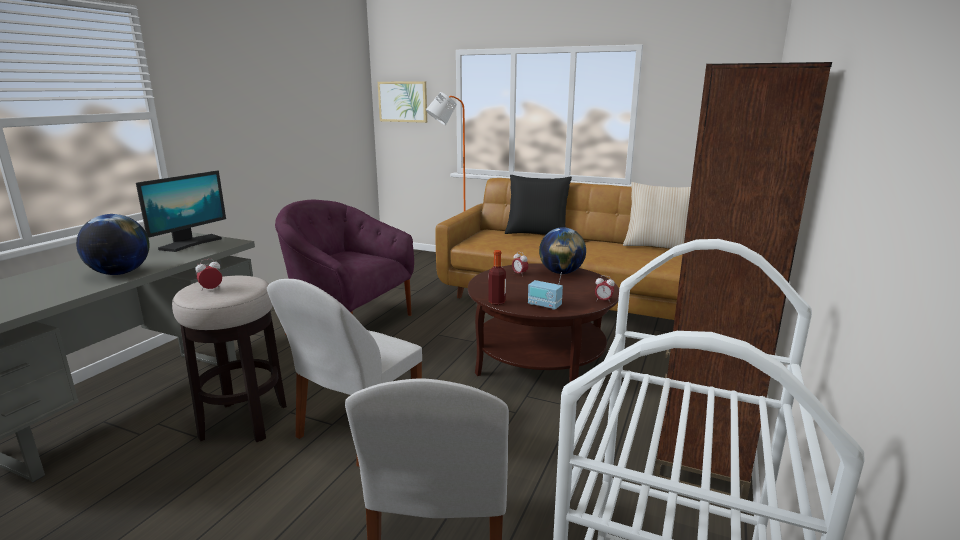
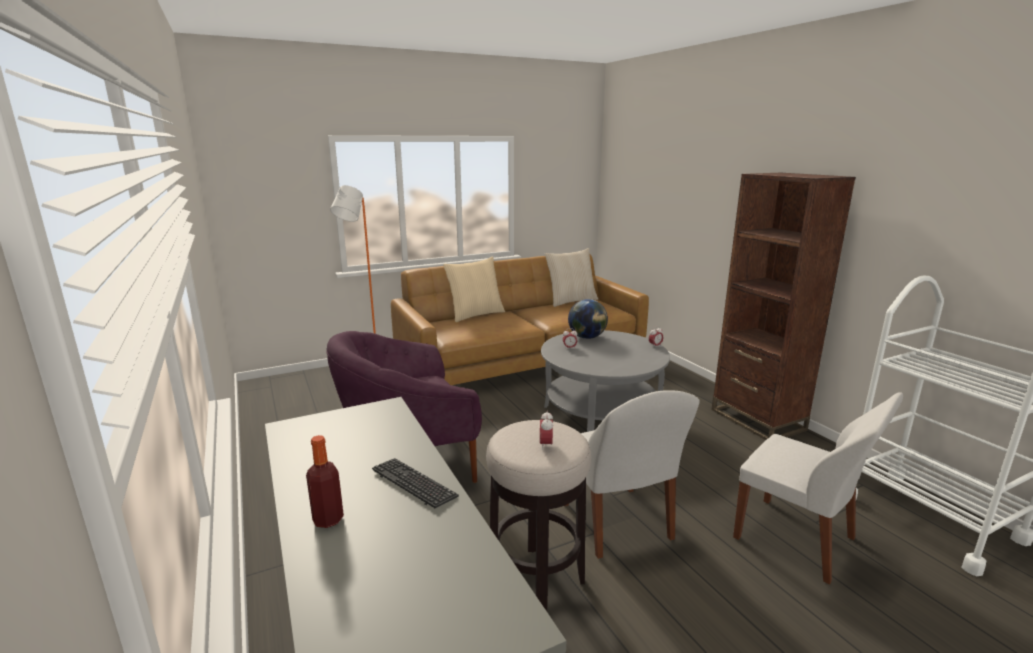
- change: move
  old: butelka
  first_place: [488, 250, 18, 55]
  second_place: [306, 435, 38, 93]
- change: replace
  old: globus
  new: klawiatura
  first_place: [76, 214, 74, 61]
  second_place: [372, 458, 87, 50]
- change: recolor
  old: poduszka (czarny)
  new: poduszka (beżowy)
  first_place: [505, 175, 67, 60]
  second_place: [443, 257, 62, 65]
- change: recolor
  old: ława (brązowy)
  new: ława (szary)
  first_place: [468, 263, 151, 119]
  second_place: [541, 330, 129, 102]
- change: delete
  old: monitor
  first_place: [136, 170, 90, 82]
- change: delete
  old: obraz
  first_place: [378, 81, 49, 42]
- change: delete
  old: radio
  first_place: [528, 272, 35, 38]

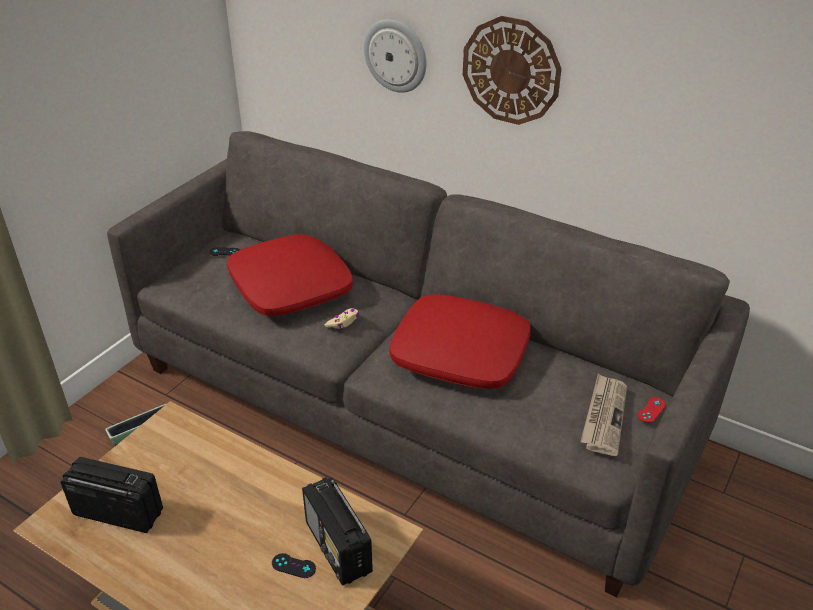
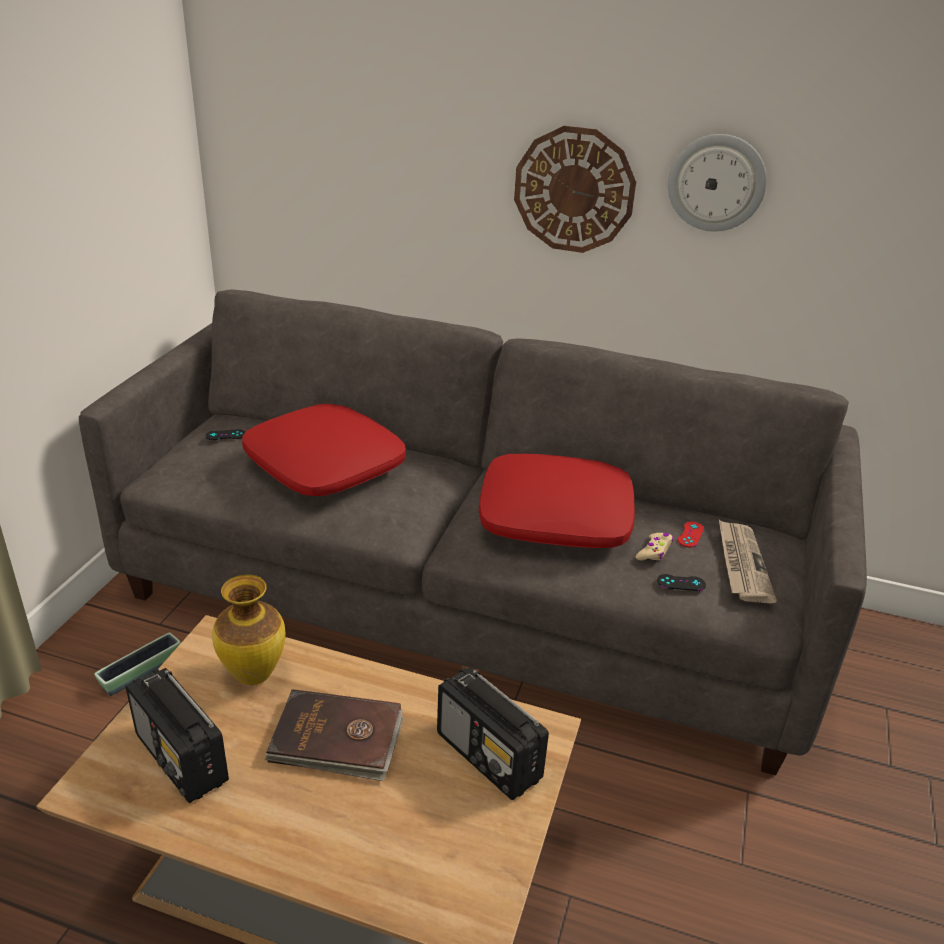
- change: rotate
  old: radio
  first_place: [61, 457, 102, 76]
  second_place: [125, 668, 104, 135]
  degrees: -135
- change: insert
  new: wazon
  second_place: [212, 574, 74, 111]
- change: insert
  new: książka (brązowy)
  second_place: [265, 689, 138, 92]
- change: move
  old: pad do gier (beżowy)
  first_place: [324, 308, 35, 21]
  second_place: [636, 533, 37, 27]
- change: move
  old: pad do gier (czarny)
  first_place: [272, 553, 44, 25]
  second_place: [657, 574, 49, 17]
- change: move
  old: zegar ścienny
  first_place: [364, 19, 63, 74]
  second_place: [668, 134, 99, 98]
- change: move
  old: pad do gier (czerwony)
  first_place: [638, 397, 28, 26]
  second_place: [678, 522, 26, 26]

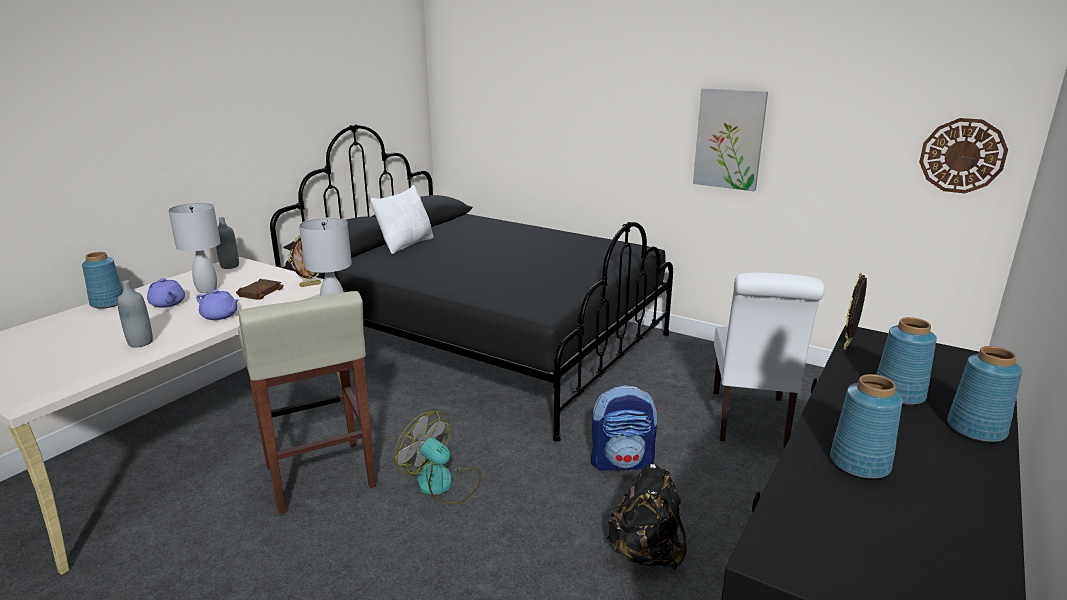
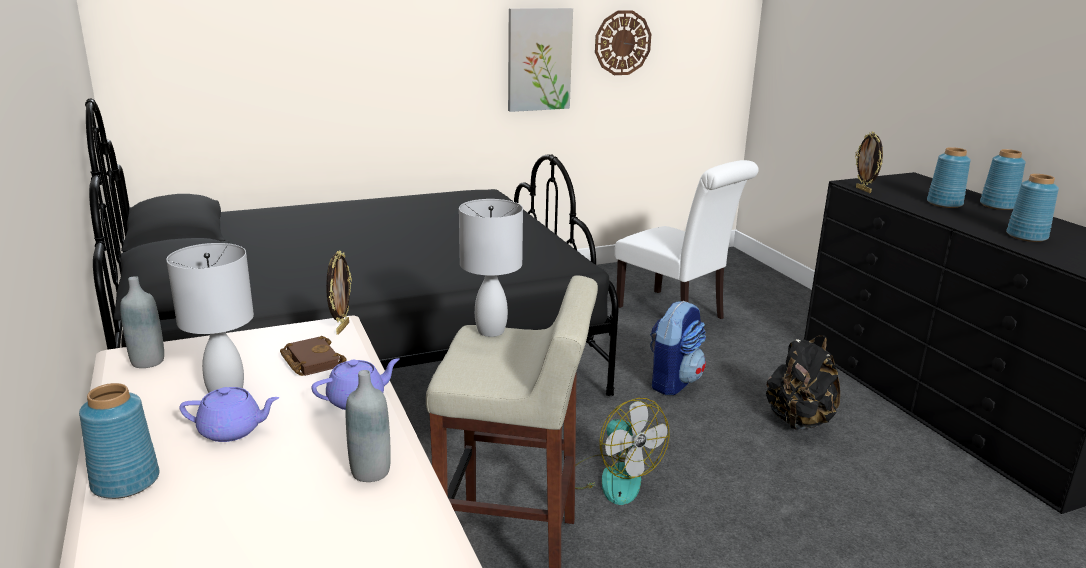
- change: rotate
  old: wentylator
  first_place: [394, 411, 87, 93]
  second_place: [575, 398, 94, 107]
  degrees: -105
- change: move
  old: zegar ścienny
  first_place: [919, 118, 89, 75]
  second_place: [595, 10, 56, 65]
- change: delete
  old: poduszka (biały)
  first_place: [370, 185, 63, 69]

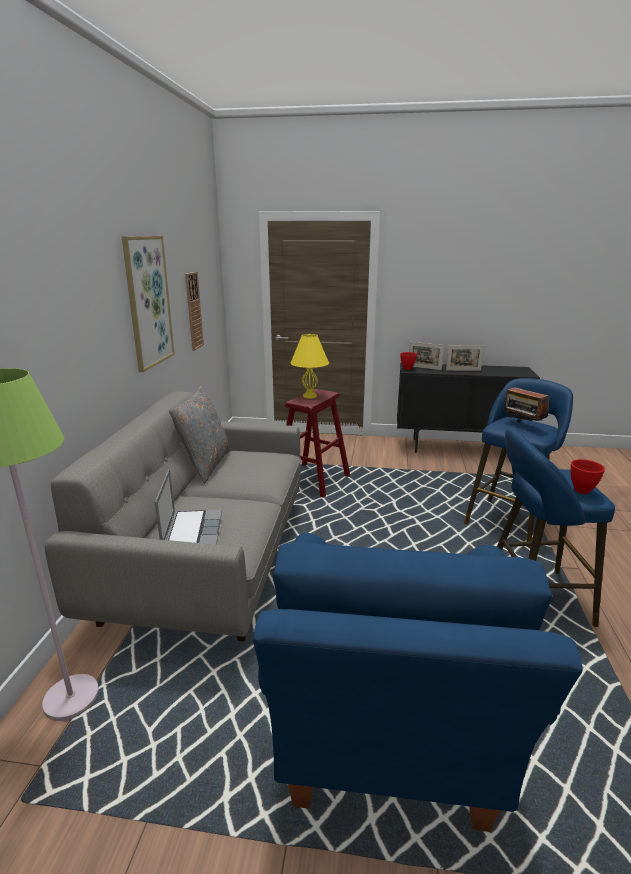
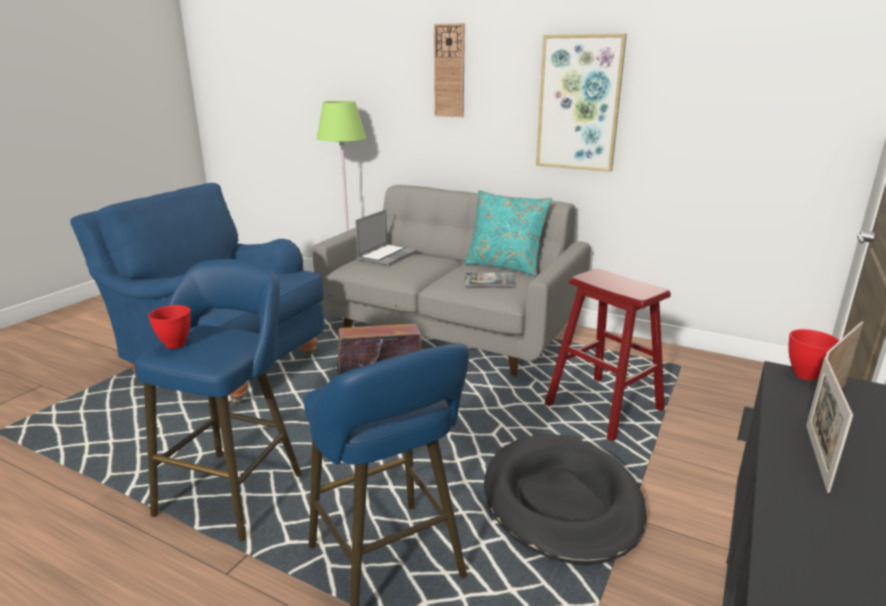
- change: rotate
  old: laptop
  first_place: [155, 469, 67, 76]
  second_place: [355, 209, 62, 57]
  degrees: -75
- change: move
  old: zegar ścienny
  first_place: [185, 272, 19, 79]
  second_place: [434, 23, 31, 94]
- change: recolor
  old: poduszka (szary)
  new: poduszka (turkusowy)
  first_place: [169, 386, 62, 98]
  second_place: [464, 190, 88, 86]
- change: insert
  new: książka
  second_place: [464, 272, 50, 15]
- change: insert
  new: legowisko (czarny)
  second_place: [484, 434, 163, 131]
- change: delete
  old: lampa stołowa (żółty)
  first_place: [291, 334, 38, 65]

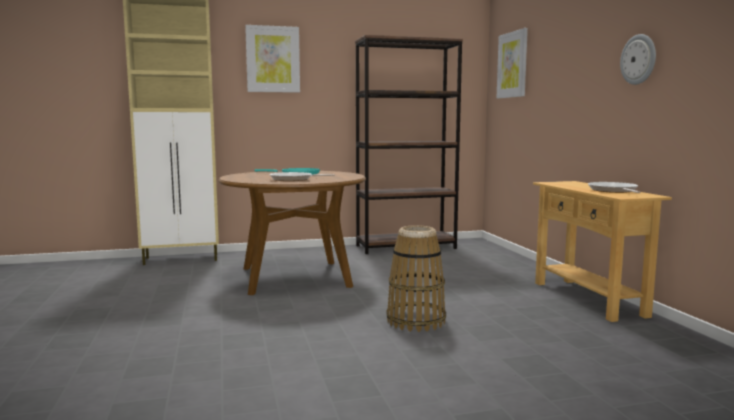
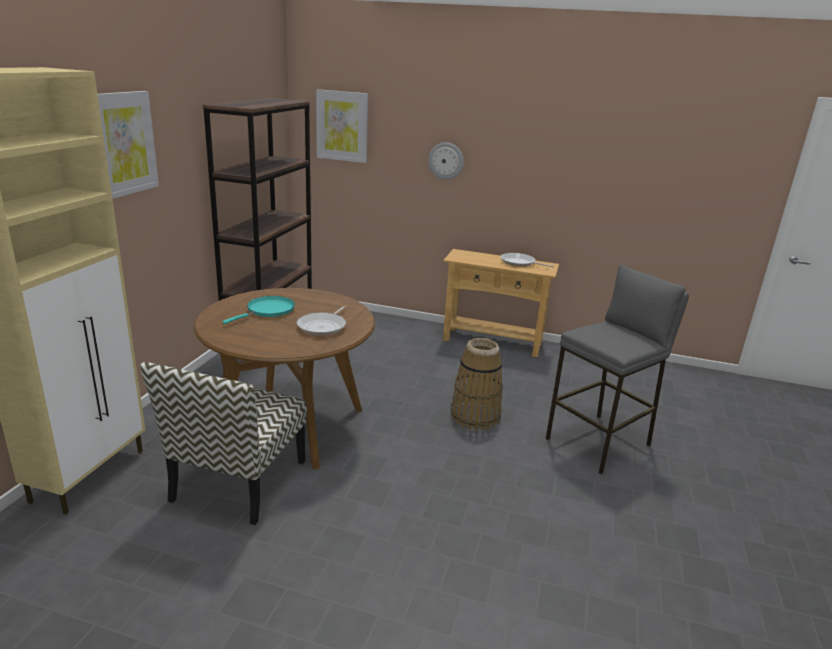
- change: insert
  new: krzesło
  second_place: [140, 362, 167, 163]
- change: move
  old: zegar ścienny
  first_place: [620, 34, 36, 51]
  second_place: [428, 142, 36, 38]
- change: insert
  new: stołek (szary)
  second_place: [546, 264, 143, 210]

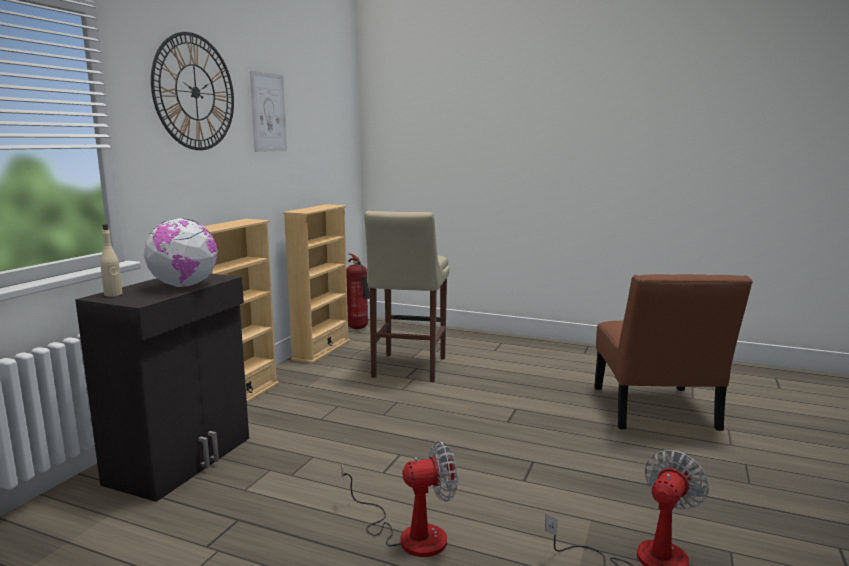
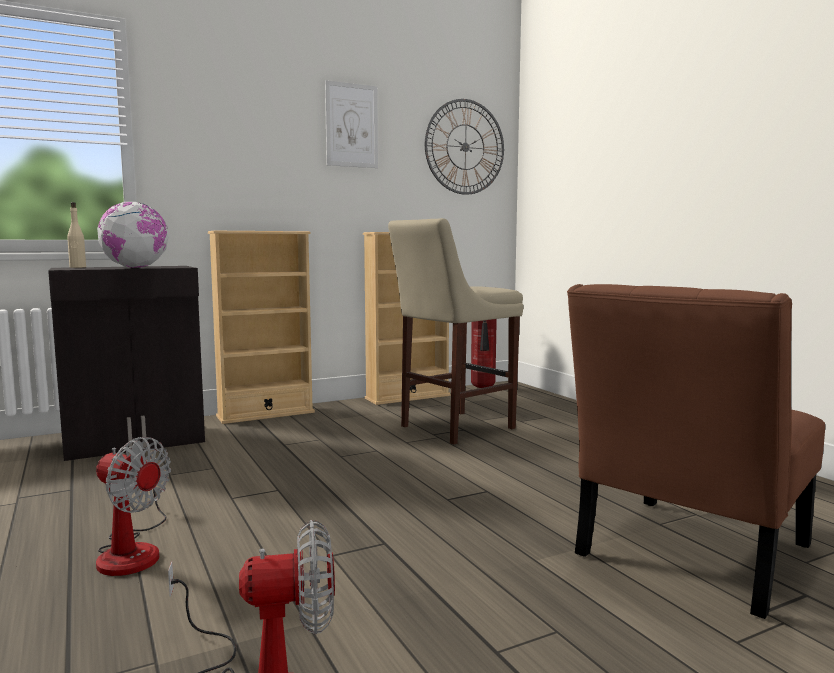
- change: move
  old: zegar ścienny
  first_place: [151, 32, 83, 118]
  second_place: [425, 99, 79, 96]

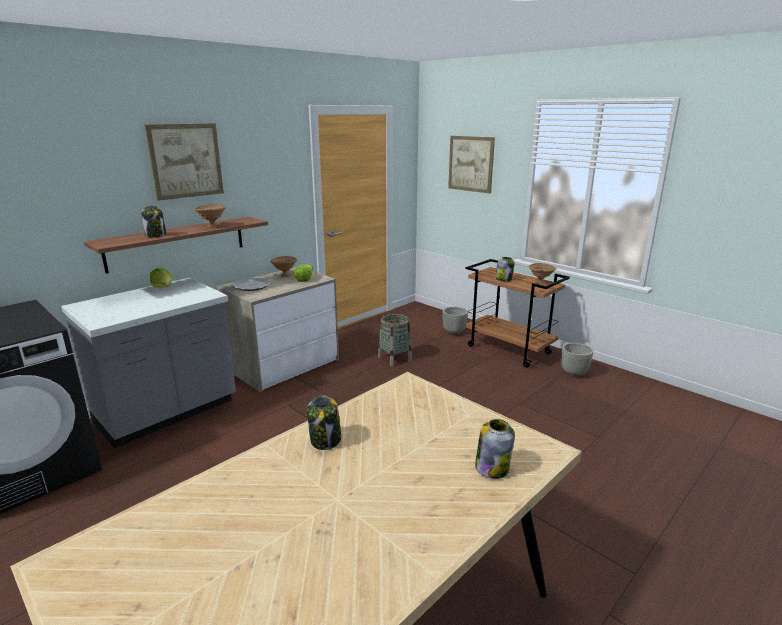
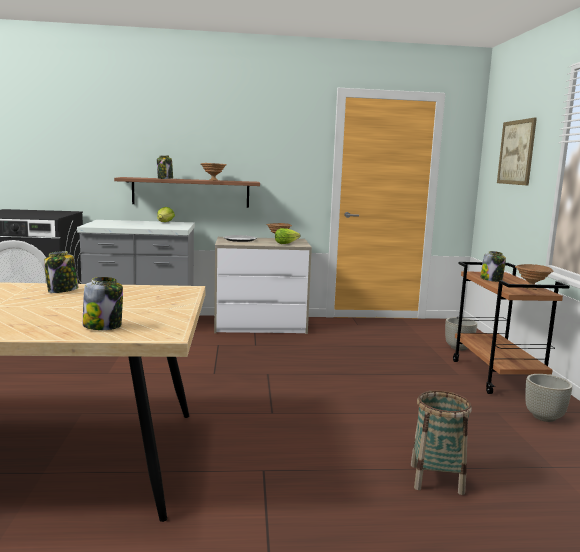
- change: move
  old: koszyk
  first_place: [378, 313, 34, 53]
  second_place: [411, 390, 61, 105]
- change: delete
  old: obraz
  first_place: [145, 123, 79, 78]

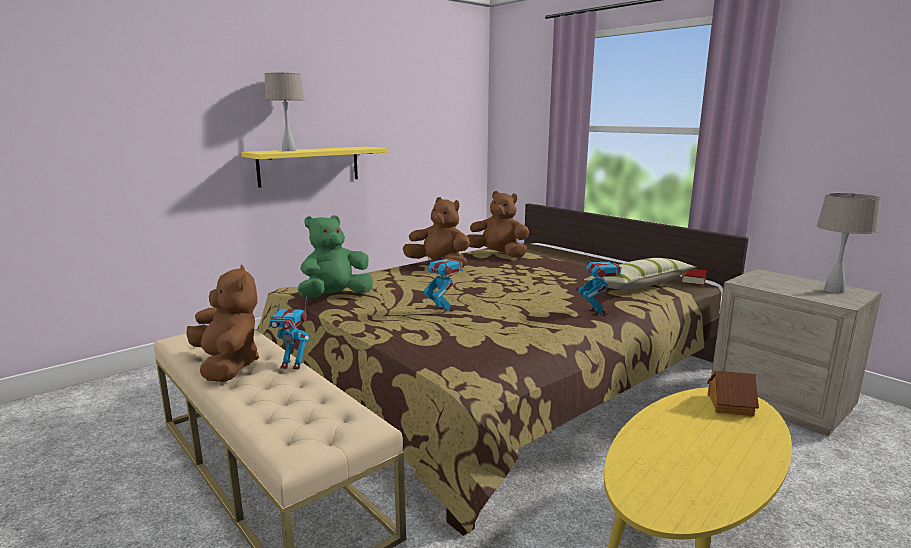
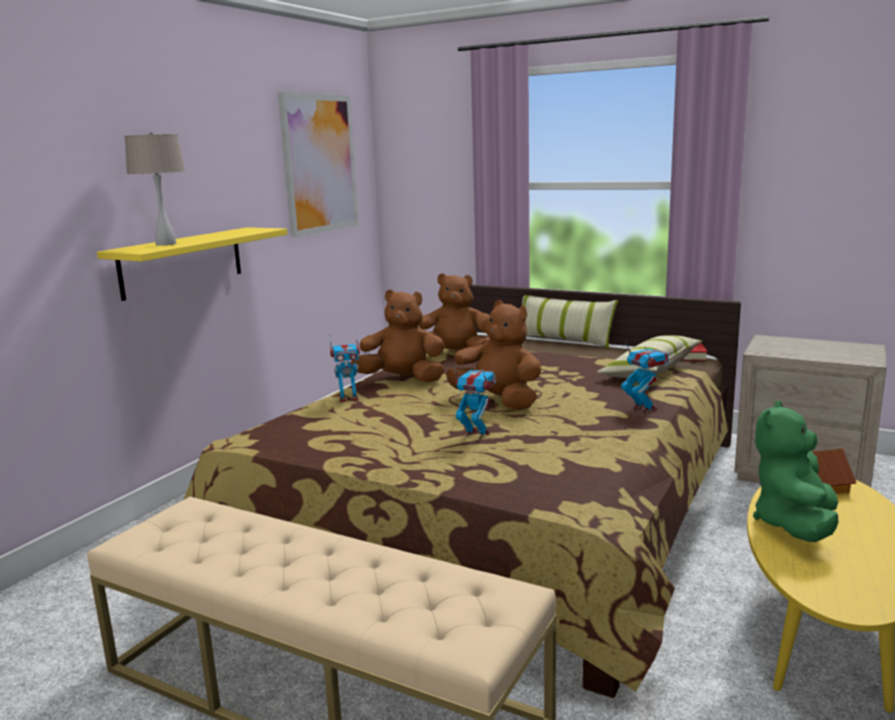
- change: insert
  new: obraz
  second_place: [278, 92, 80, 145]
- change: move
  old: robot zabawkowy
  first_place: [269, 295, 40, 75]
  second_place: [329, 334, 31, 68]
- change: move
  old: pluszak (brązowy)
  first_place: [186, 265, 73, 117]
  second_place: [446, 300, 95, 109]
- change: insert
  new: poduszka
  second_place: [522, 295, 96, 53]
- change: move
  old: pluszak (zielony)
  first_place: [298, 215, 75, 83]
  second_place: [753, 401, 85, 141]
- change: delete
  old: lampa stołowa (beżowy)
  first_place: [817, 193, 64, 101]

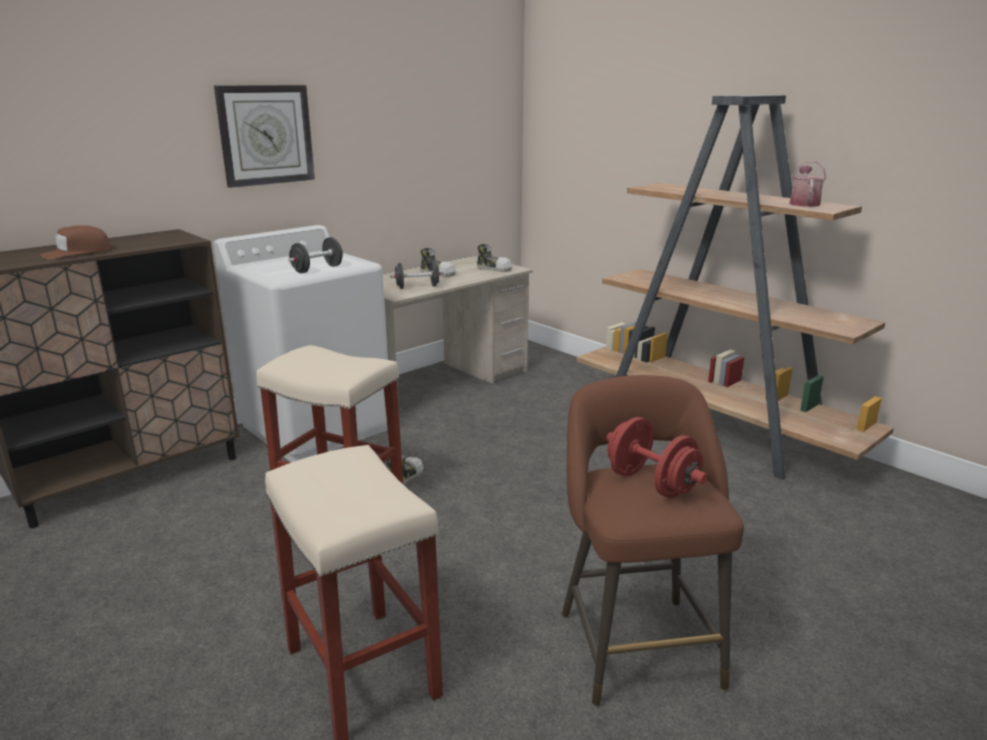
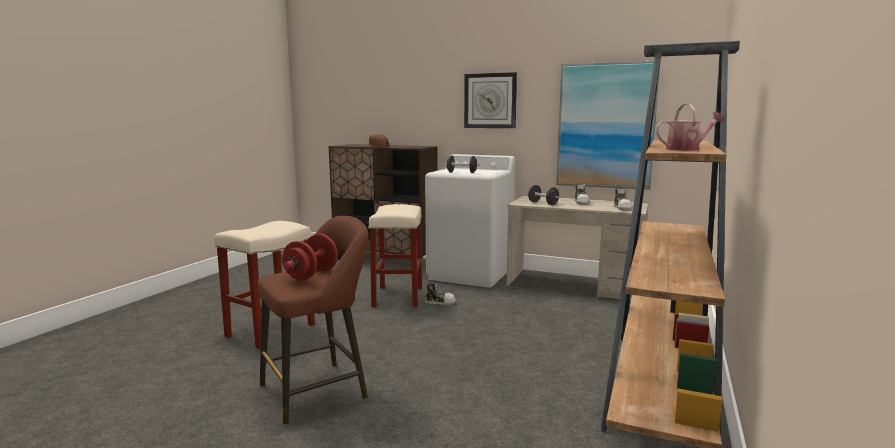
- change: insert
  new: obraz
  second_place: [556, 61, 105, 129]

